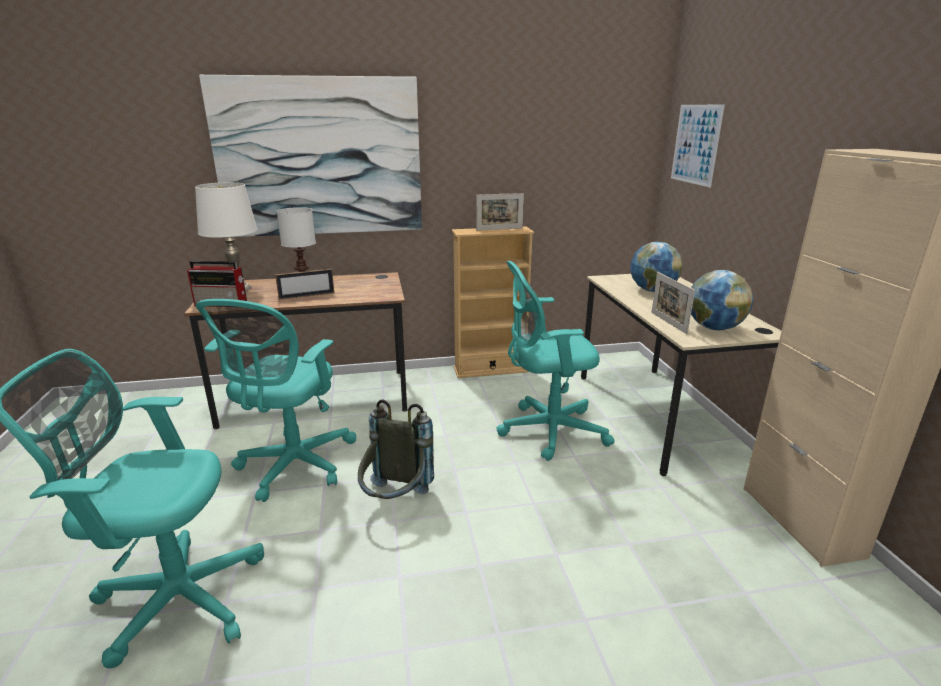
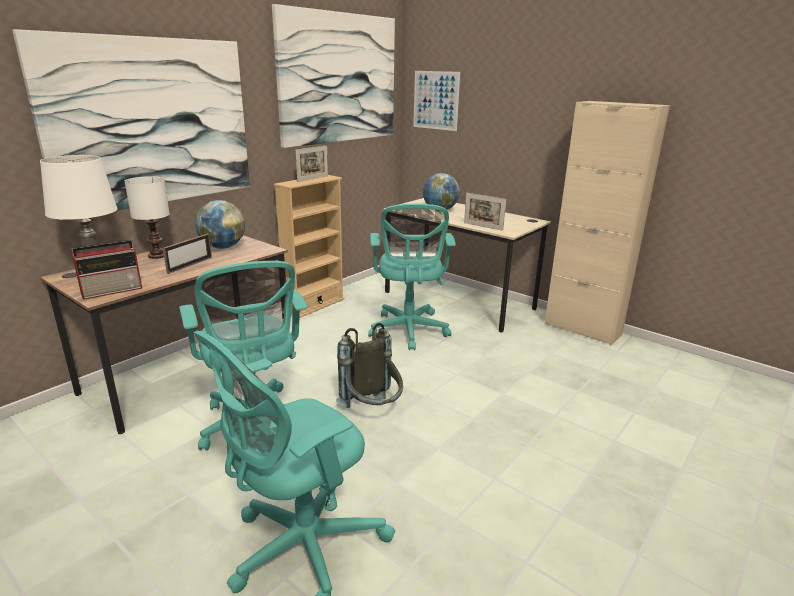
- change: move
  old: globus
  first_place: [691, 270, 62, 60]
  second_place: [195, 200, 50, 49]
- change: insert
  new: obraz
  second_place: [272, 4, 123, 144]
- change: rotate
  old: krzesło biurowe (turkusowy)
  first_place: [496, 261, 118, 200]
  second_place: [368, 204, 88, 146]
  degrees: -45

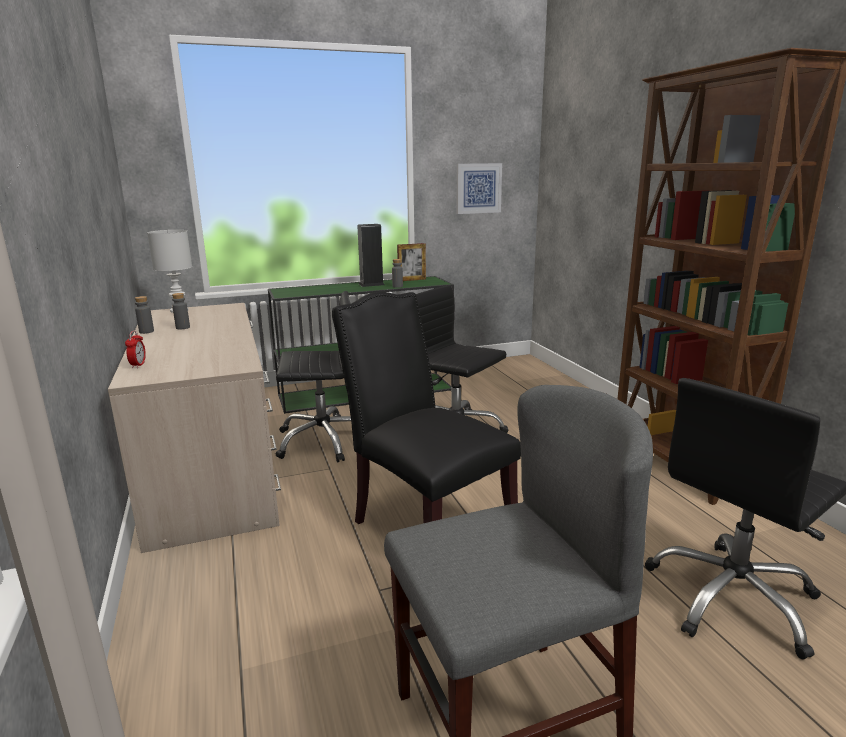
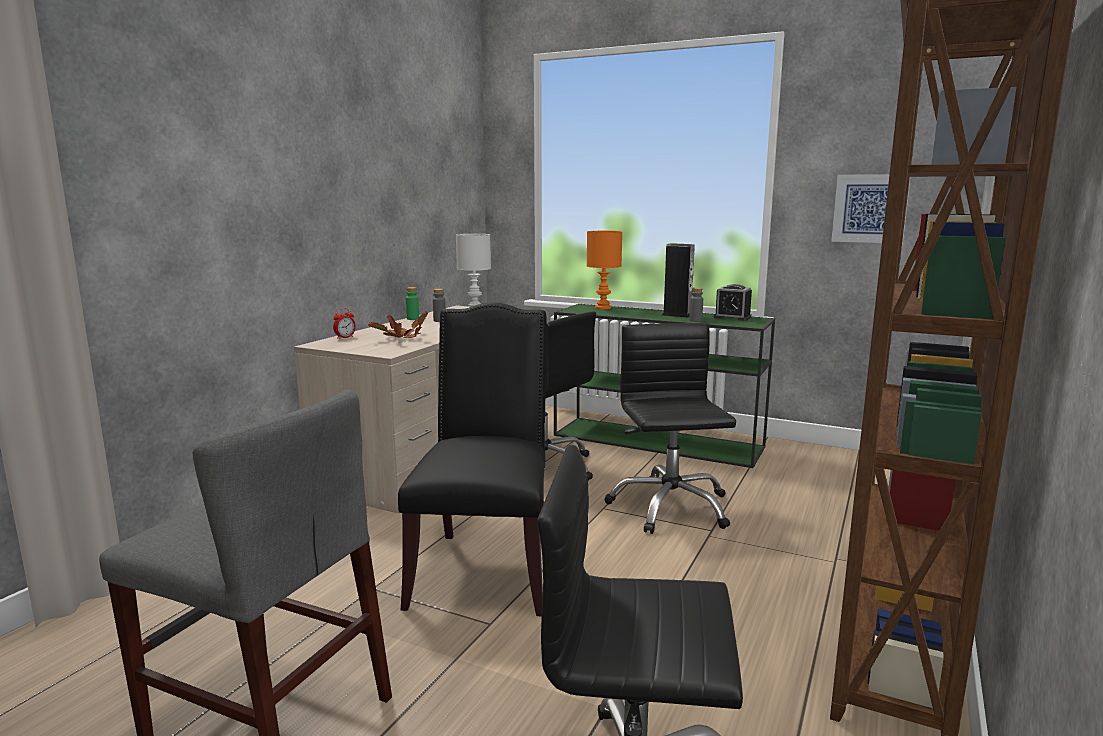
- change: insert
  new: roślina doniczkowa
  second_place: [368, 312, 61, 26]
- change: recolor
  old: butelka (szary)
  new: butelka (zielony)
  first_place: [135, 296, 19, 38]
  second_place: [406, 287, 13, 33]
- change: insert
  new: lampa stołowa (pomarańczowy)
  second_place: [587, 231, 35, 78]
- change: replace
  old: ramka na zdjęcie
  new: budzik
  first_place: [397, 243, 29, 38]
  second_place: [714, 284, 38, 37]

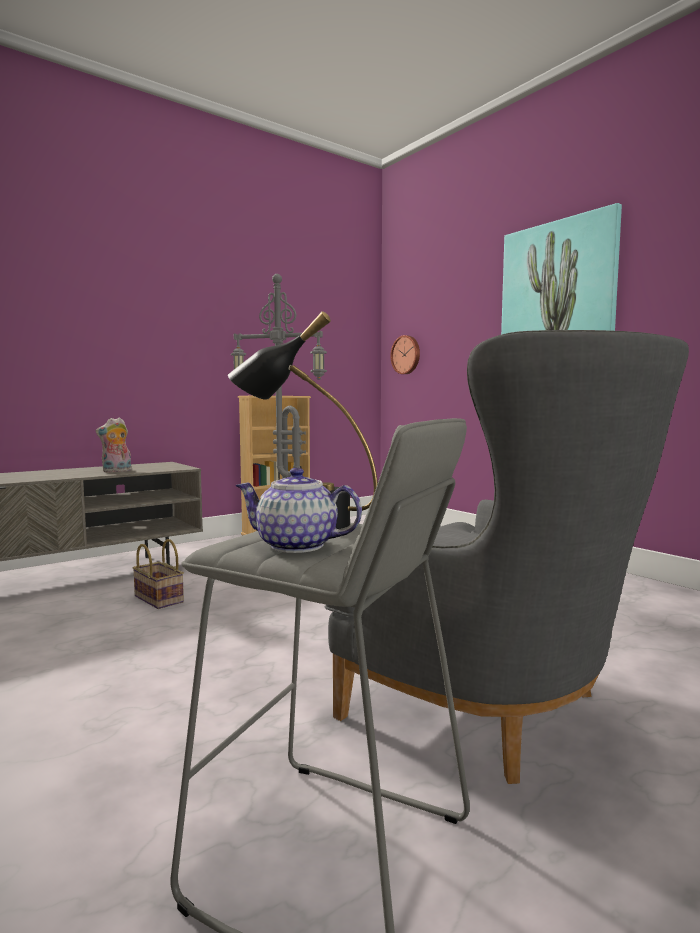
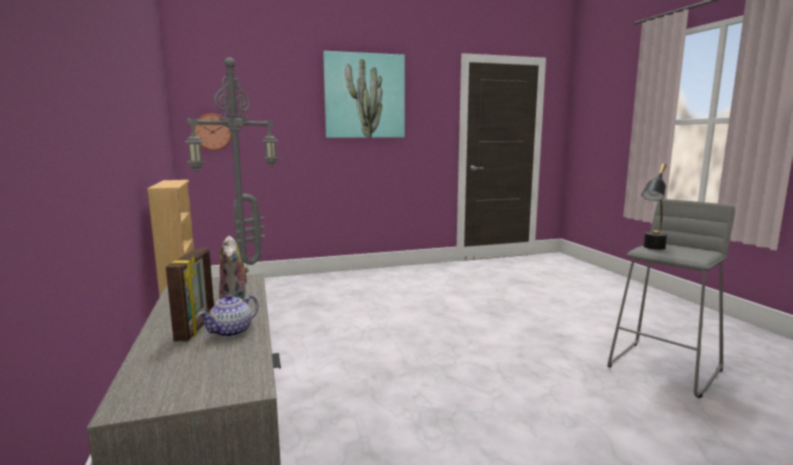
- change: insert
  new: ramka na zdjęcie
  second_place: [166, 248, 48, 93]
- change: move
  old: imbryk
  first_place: [235, 468, 127, 85]
  second_place: [198, 294, 61, 44]
- change: delete
  old: koszyk
  first_place: [133, 539, 51, 70]
- change: delete
  old: fotel (szary)
  first_place: [324, 330, 365, 454]

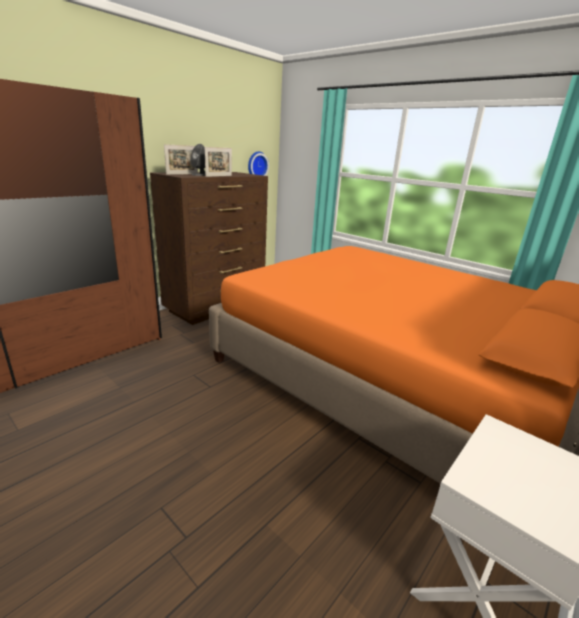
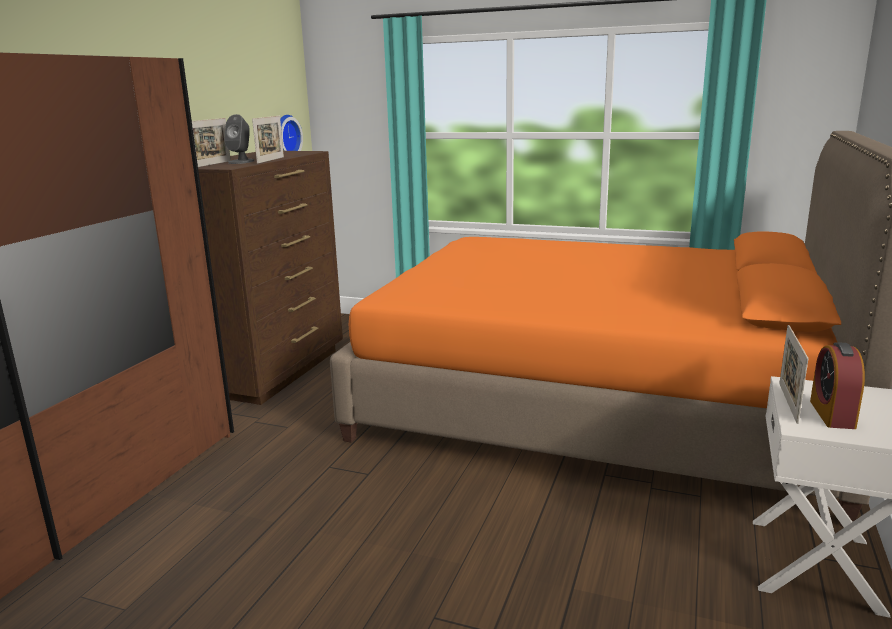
- change: insert
  new: ramka na zdjęcie
  second_place: [779, 325, 30, 99]
- change: insert
  new: budzik
  second_place: [810, 342, 55, 87]

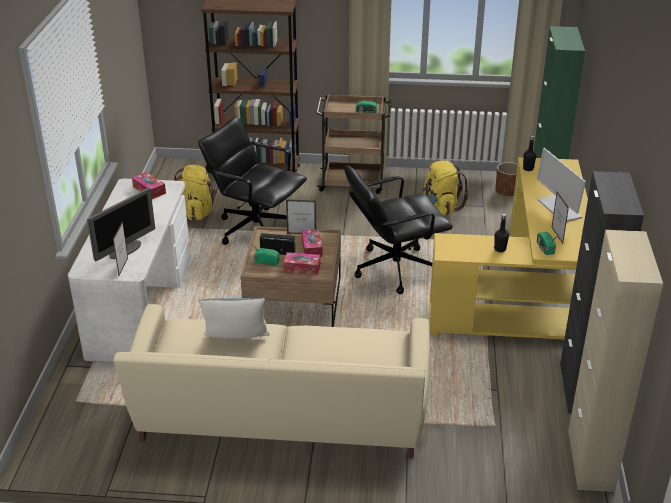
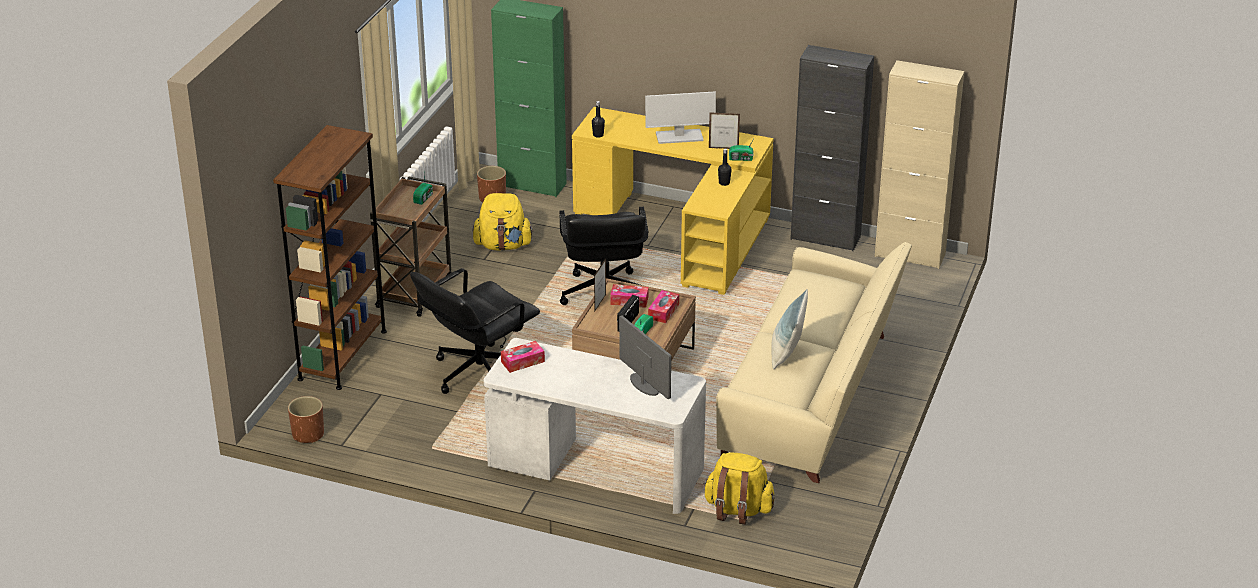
- change: insert
  new: donica (brązowy)
  second_place: [288, 396, 36, 47]
- change: move
  old: plecak (żółty)
  first_place: [174, 165, 43, 56]
  second_place: [703, 452, 71, 73]
- change: delete
  old: ramka na zdjęcie
  first_place: [113, 221, 15, 55]

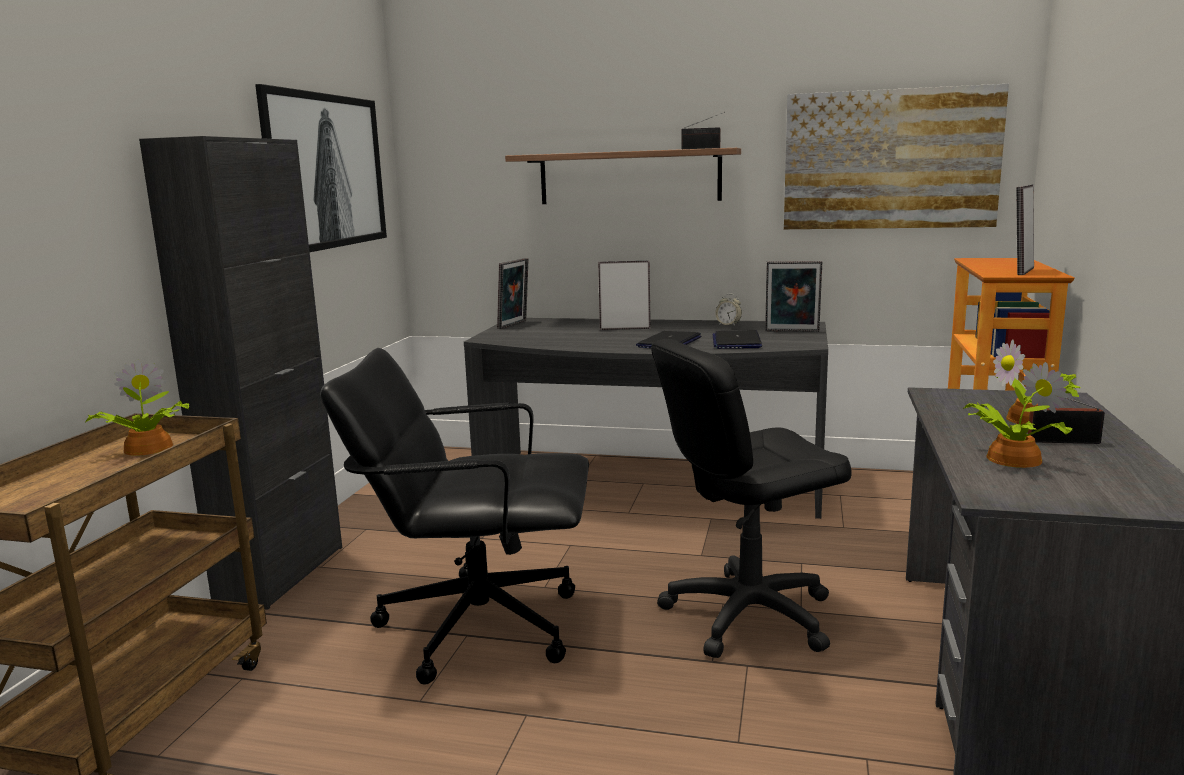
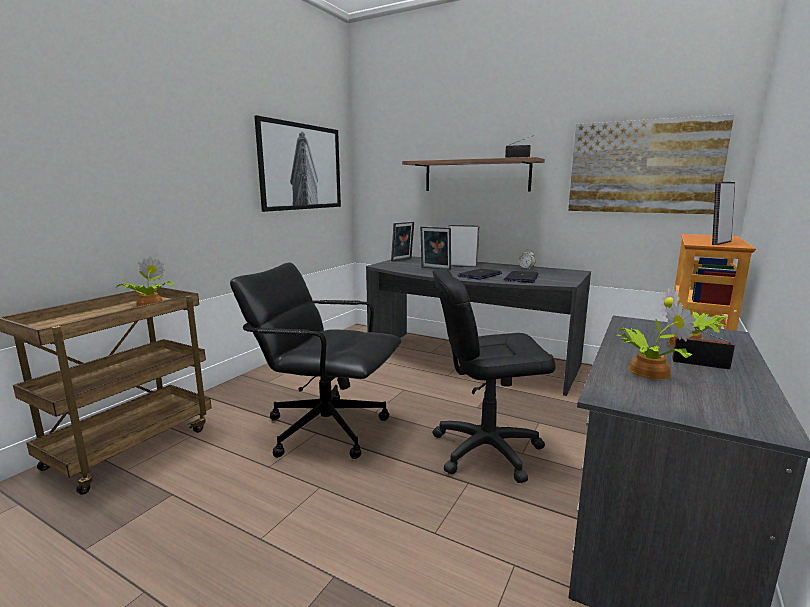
- change: move
  old: ramka na zdjęcie
  first_place: [765, 261, 57, 71]
  second_place: [420, 226, 31, 44]
- change: delete
  old: szafka (czarny)
  first_place: [139, 136, 203, 474]

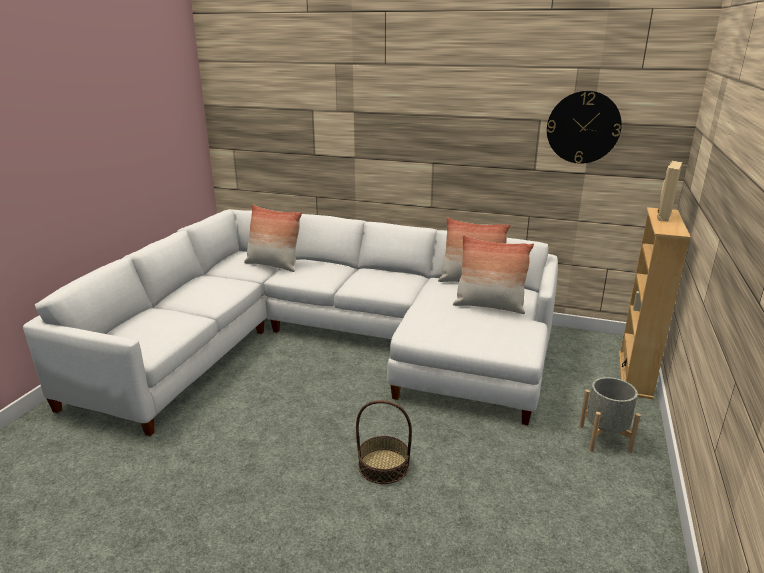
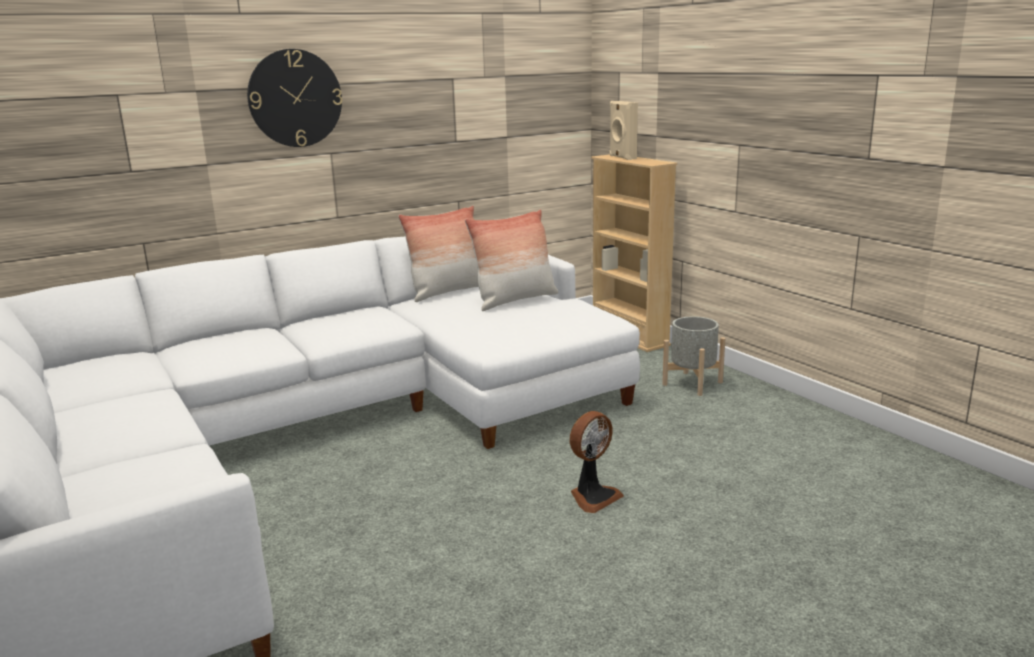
- change: move
  old: zegar ścienny
  first_place: [547, 91, 75, 73]
  second_place: [247, 49, 95, 98]
- change: replace
  old: koszyk
  new: wentylator
  first_place: [356, 400, 56, 84]
  second_place: [569, 411, 55, 102]
- change: delete
  old: poduszka
  first_place: [244, 204, 58, 68]

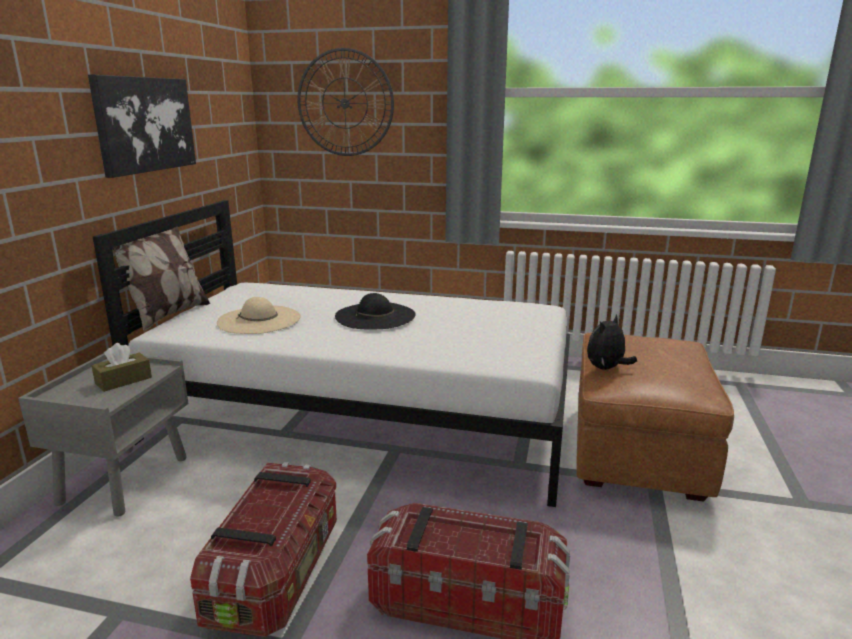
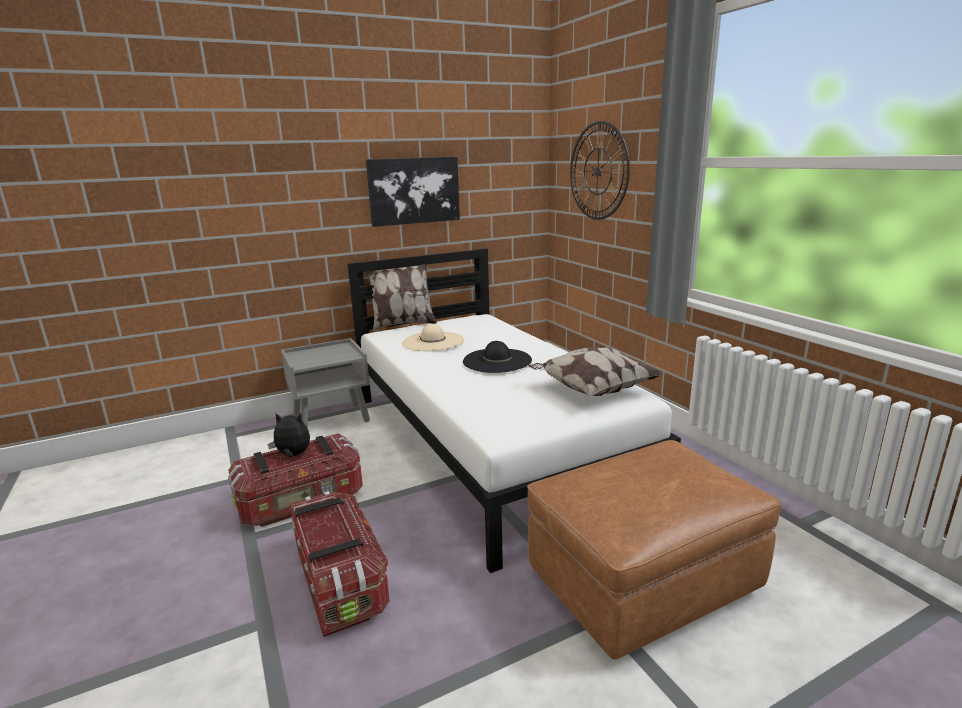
- change: move
  old: pluszak
  first_place: [587, 314, 50, 56]
  second_place: [267, 413, 43, 45]
- change: insert
  new: poduszka
  second_place: [528, 347, 135, 49]
- change: delete
  old: pudełko chusteczek (brązowy)
  first_place: [92, 343, 60, 49]

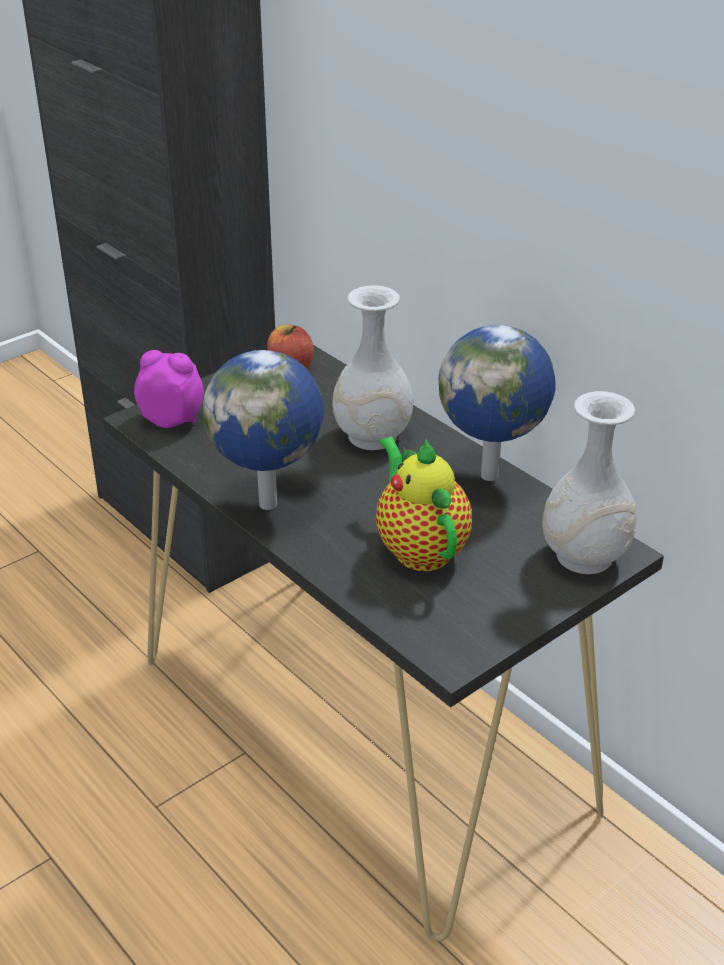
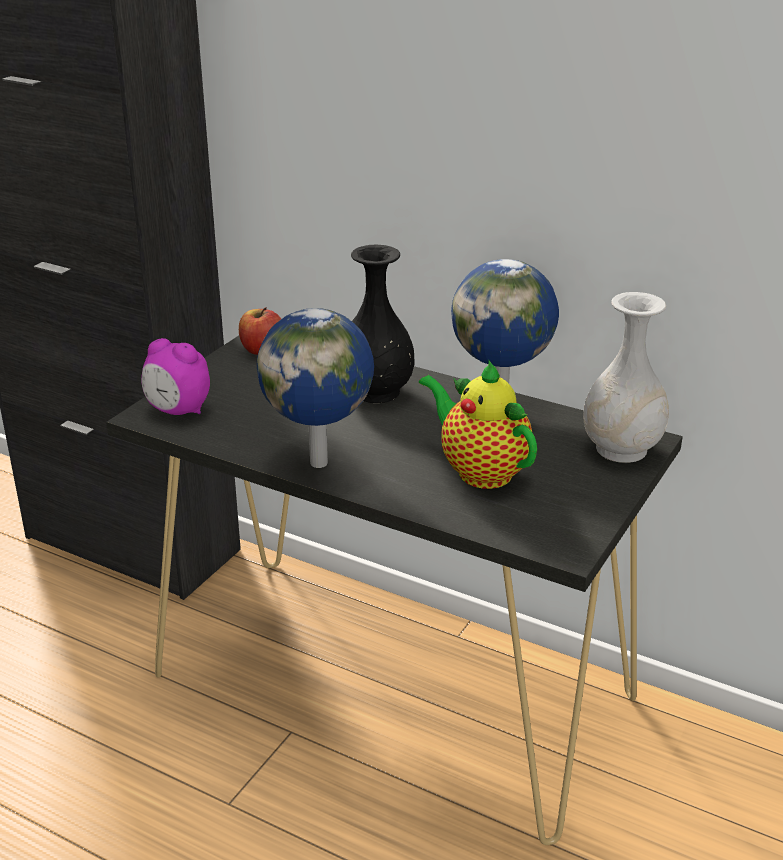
- change: rotate
  old: budzik
  first_place: [134, 350, 70, 78]
  second_place: [141, 338, 69, 77]
  degrees: -150
- change: recolor
  old: wazon (biały)
  new: wazon (czarny)
  first_place: [332, 285, 82, 165]
  second_place: [351, 245, 63, 158]

